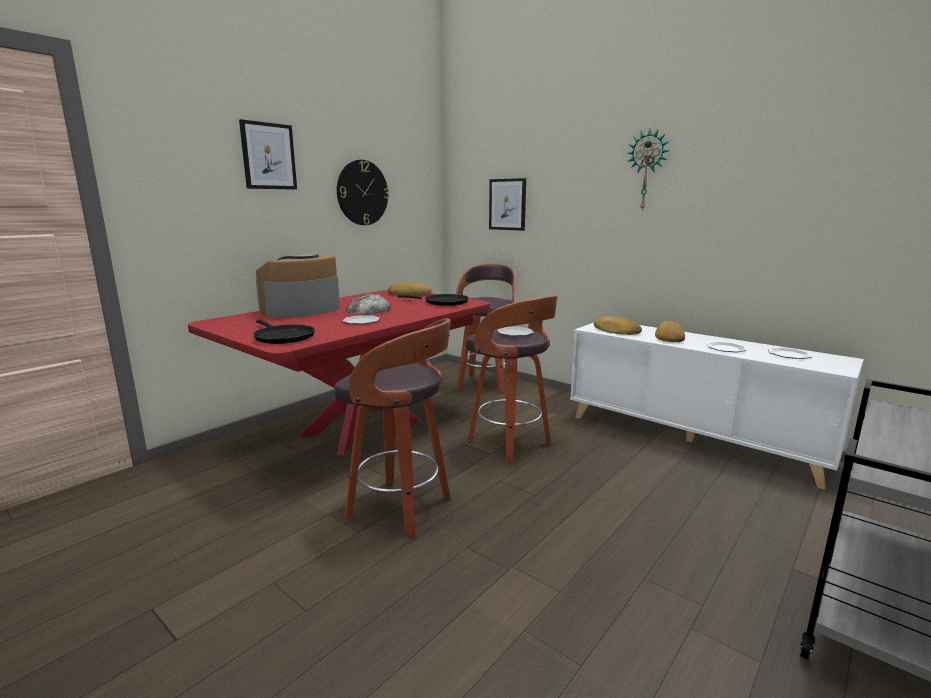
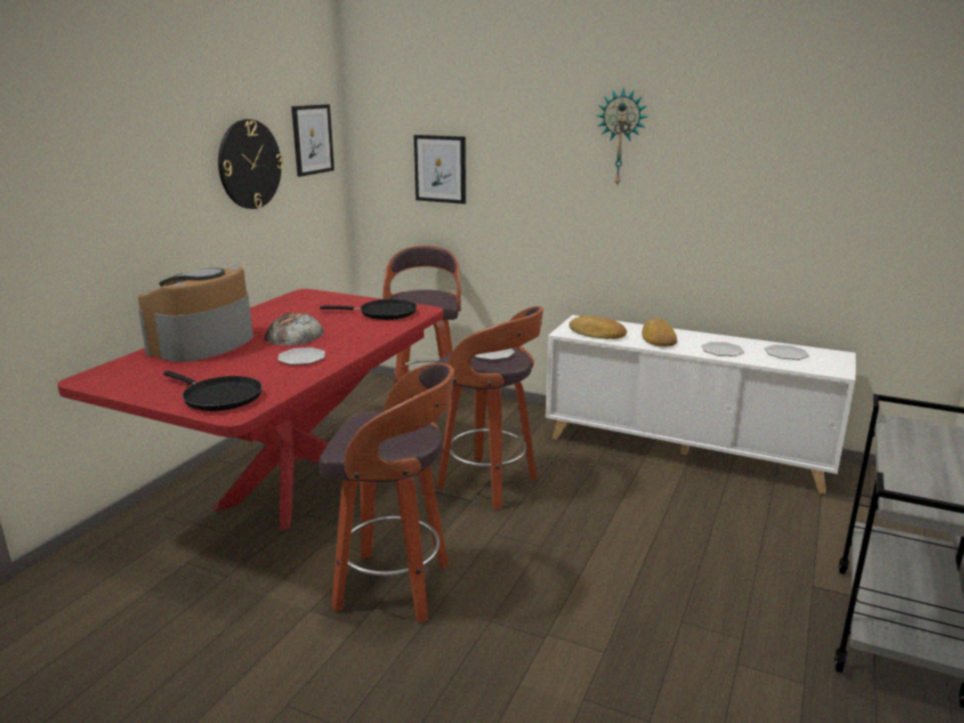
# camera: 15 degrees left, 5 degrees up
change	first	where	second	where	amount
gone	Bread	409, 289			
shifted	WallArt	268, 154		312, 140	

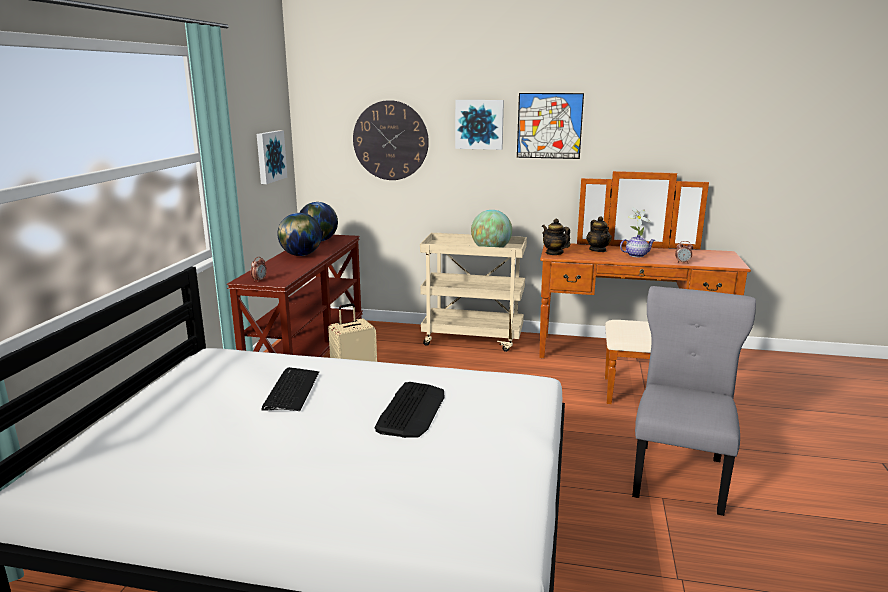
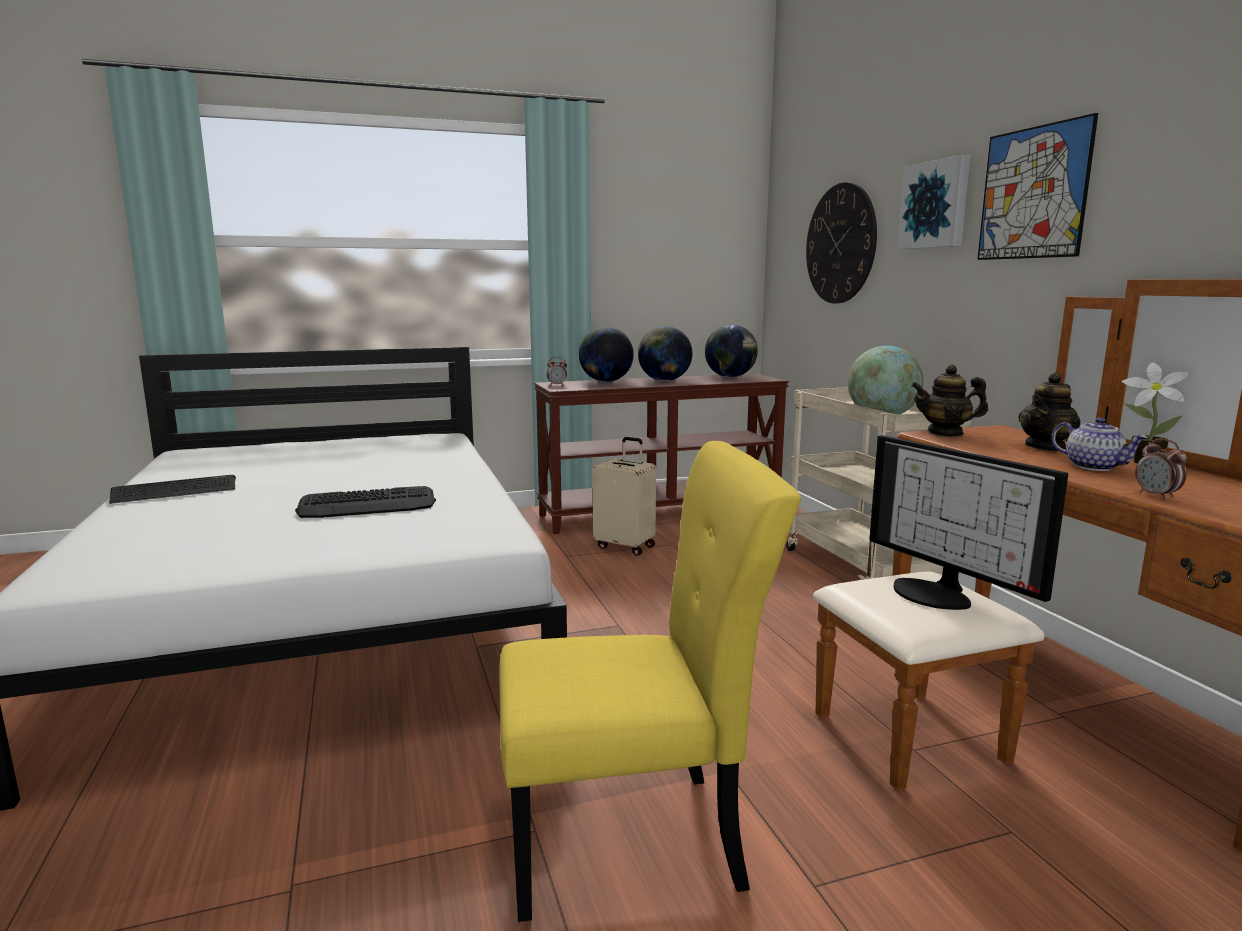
# camera: 60 degrees right, 5 degrees down
change	first	where	second	where	amount
gone	WallArt	272, 157			
new			DeskGlobe	606, 354	
new			Monitor	968, 522	
shifted	PcKeyboard	290, 389		172, 489	
repainted	GrayChair	694, 401	YellowColouredChair	650, 681	
rotated	TeaPot	556, 237		949, 400	105 degrees counterclockwise

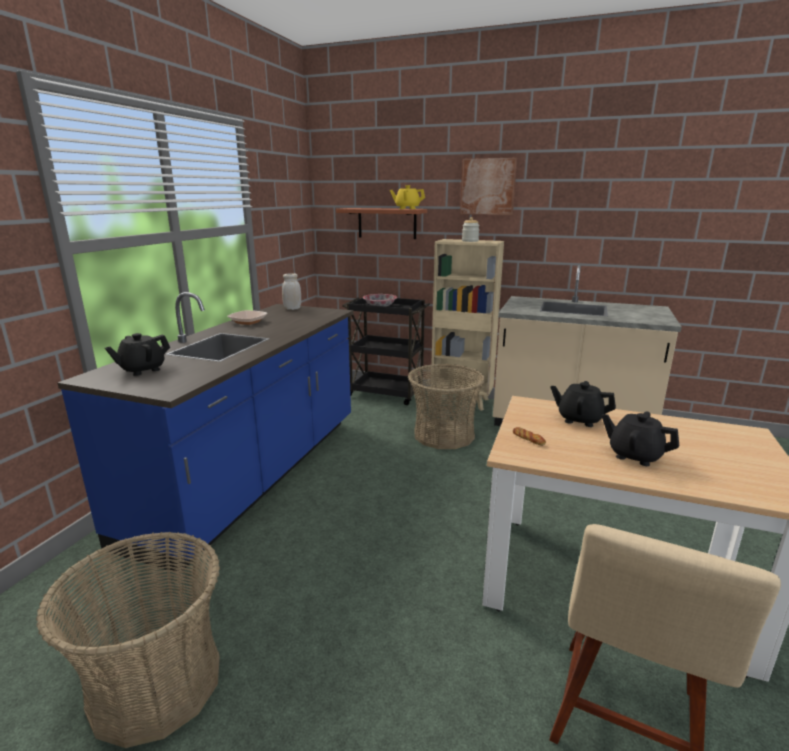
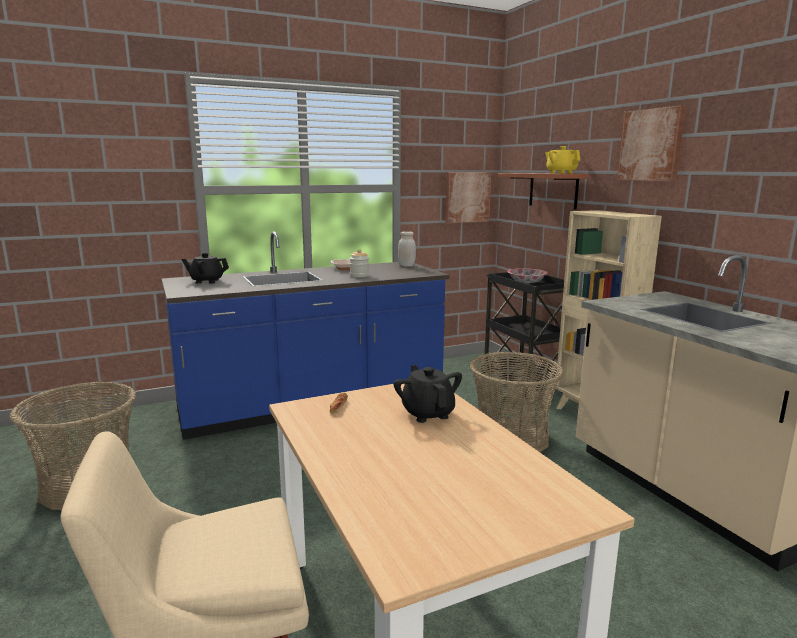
# camera: 45 degrees right, 5 degrees down
change	first	where	second	where	amount
gone	BlackTeaPot	640, 438			
new			WallArt	468, 197	
shifted	PreserveJar	471, 229		359, 263	

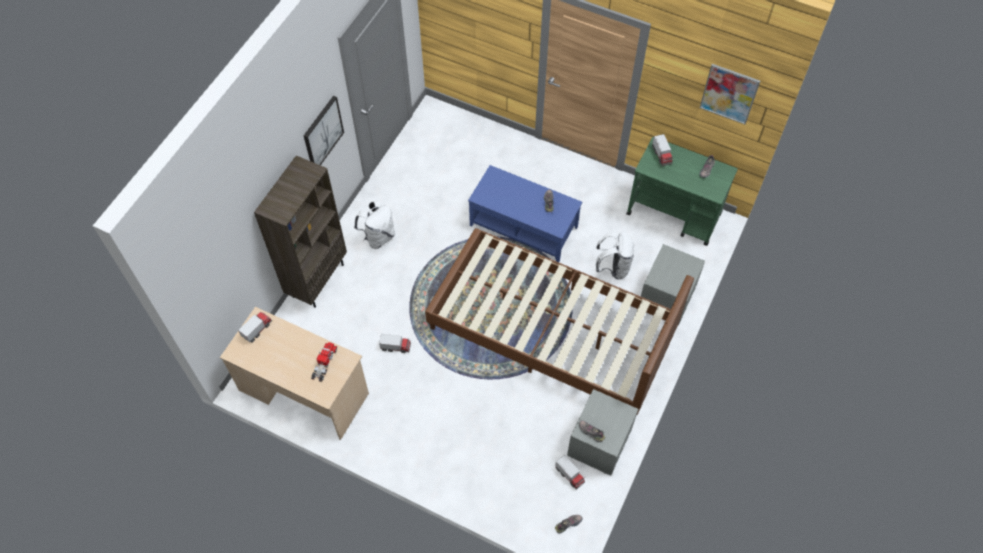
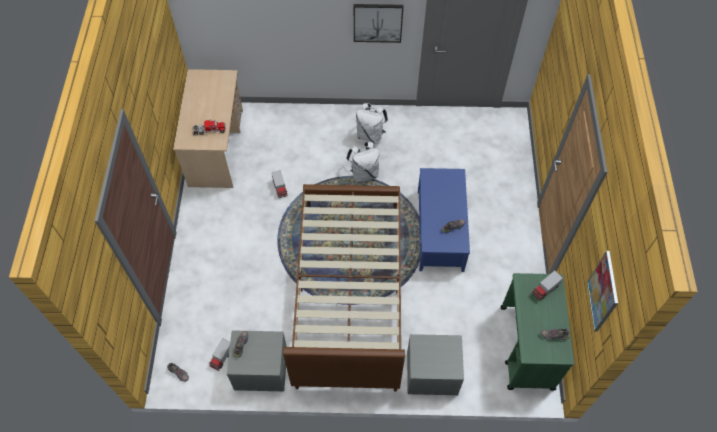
# camera: 65 degrees right, 0 degrees up
change	first	where	second	where	amount
gone	ToyLorry	255, 327			
gone	BrownColouredShelvingUnit	300, 231			
shifted	WhiteColouredBackpack	614, 255		362, 162	

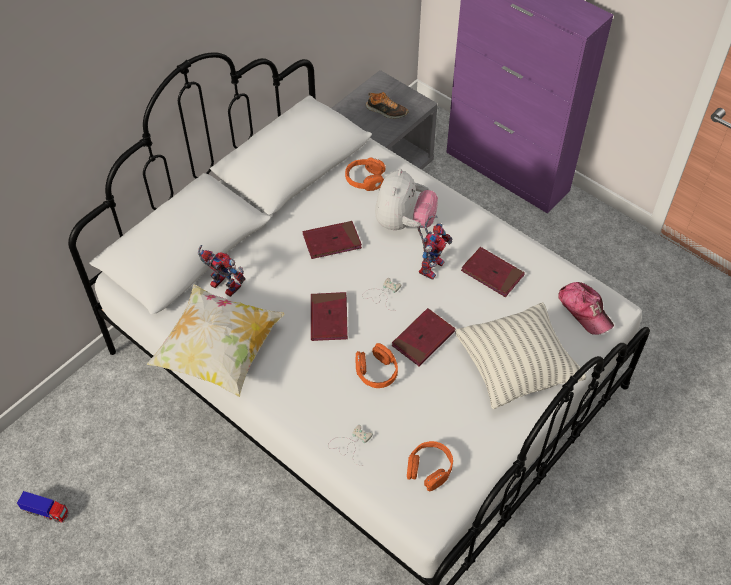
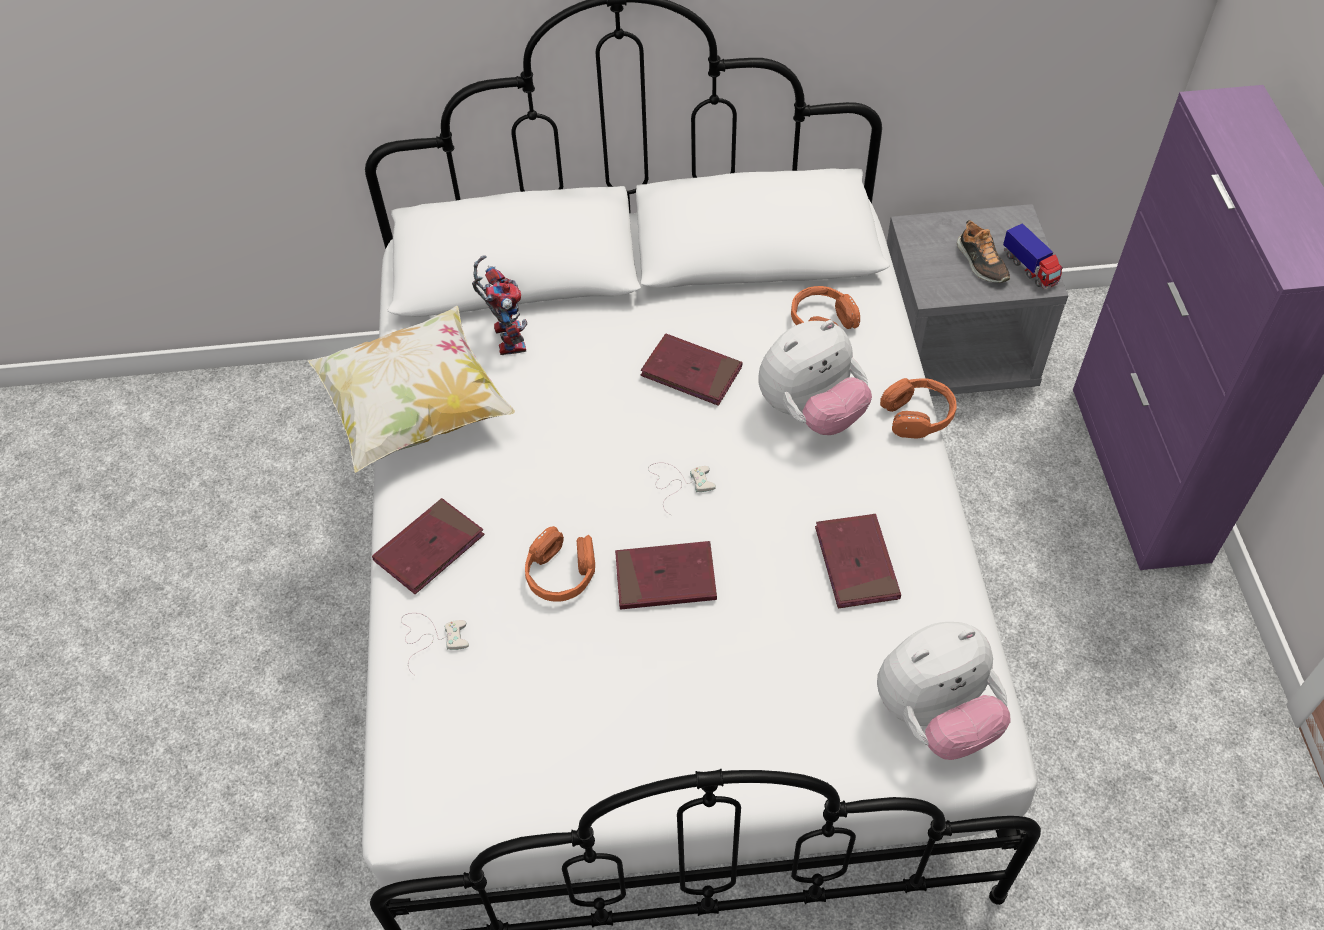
# camera: 45 degrees right, 0 degrees up
change	first	where	second	where	amount
gone	ToyRobot	435, 247			
gone	ThrowPillow	520, 355			
shifted	ToyLorry	43, 507		1033, 256	
shifted	ReddishVolume	329, 316		428, 546	
shifted	OrangeHeadphones	430, 466		918, 408	
swapped	PeakedCap	586, 308	PlushToy	943, 691	

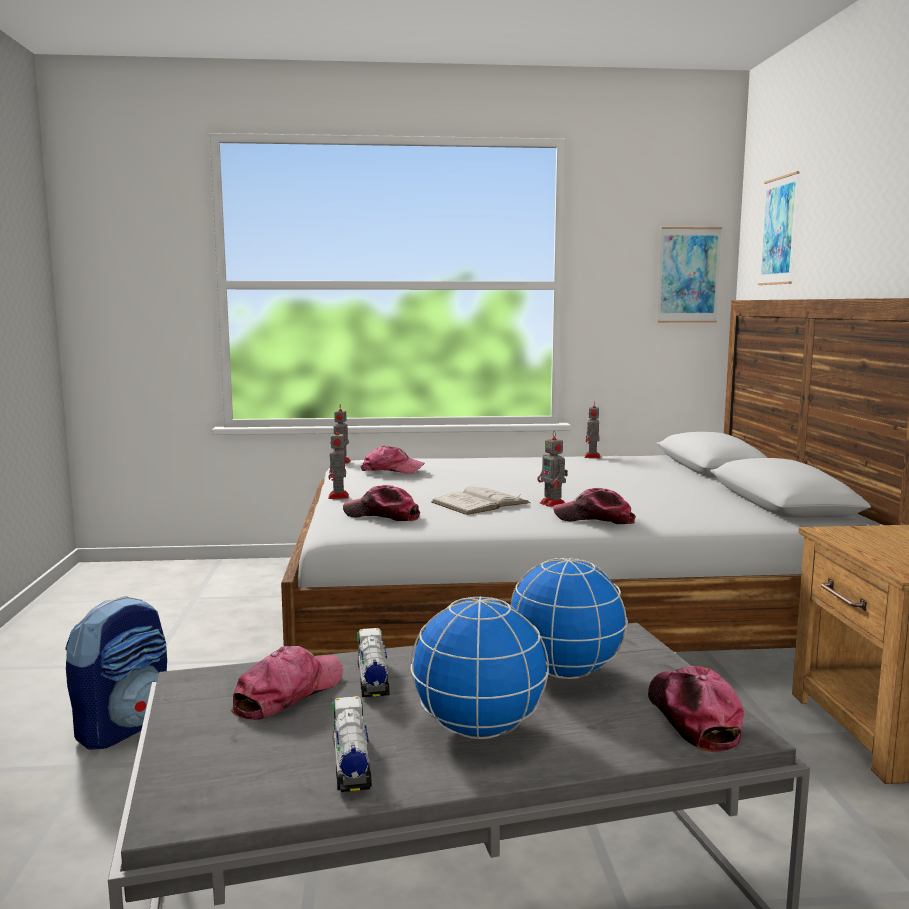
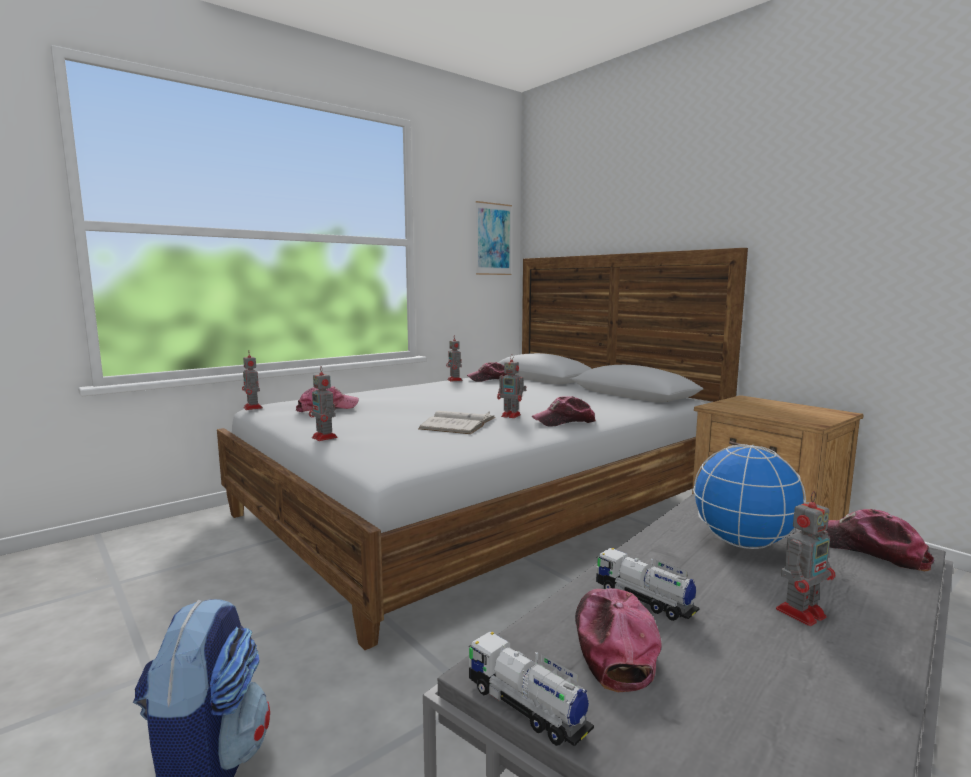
# camera: 35 degrees left, 0 degrees up
change	first	where	second	where	amount
gone	WallArt	778, 228			
shifted	ToyLorry	352, 744		531, 688	
shifted	PeakedCap	381, 503		487, 372	
swapped	DeskGlobe	480, 667	ToyRobot	805, 558	

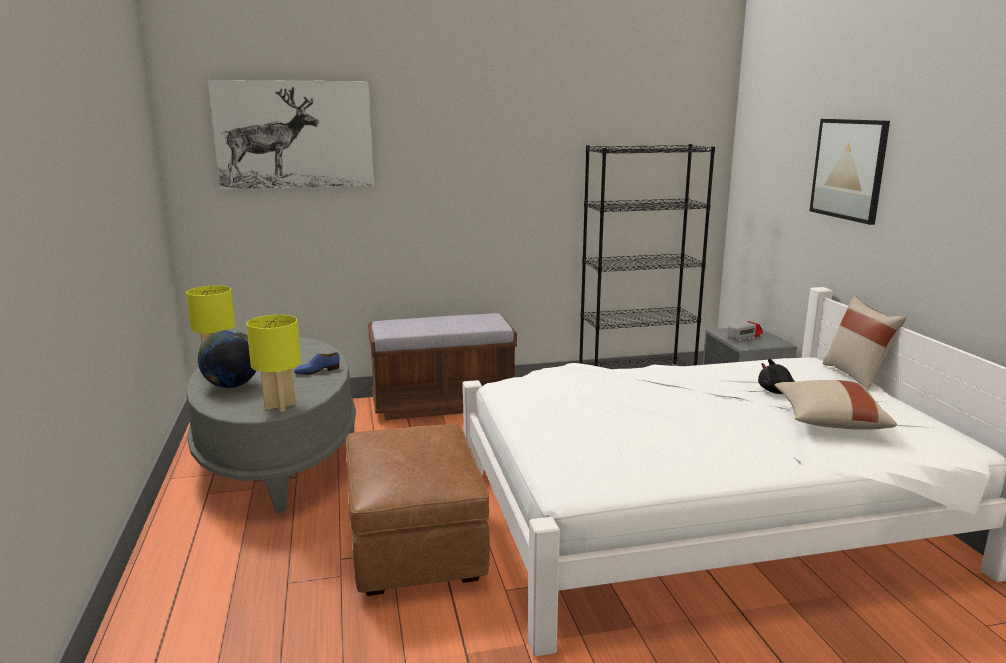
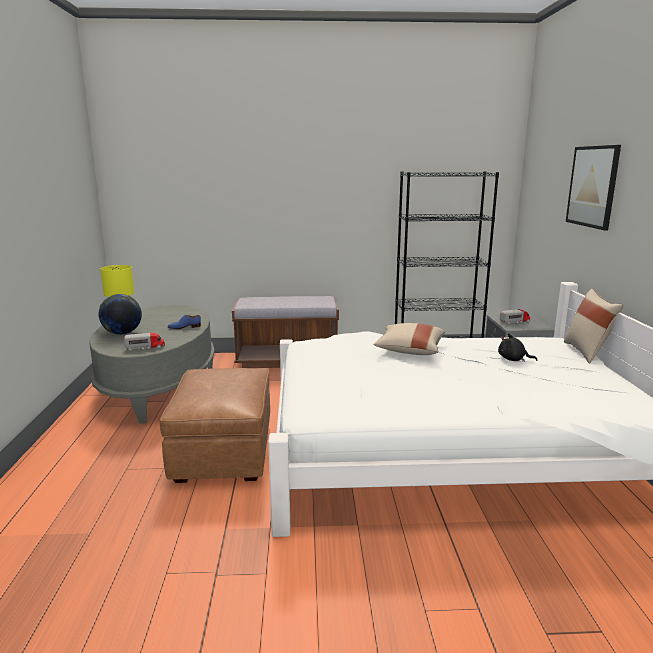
# camera: 10 degrees right, 0 degrees up
change	first	where	second	where	amount
gone	WallArt	291, 135			
shifted	BeigeColouredThrowPillow	836, 405		409, 339	
swapped	YellowColouredLampForATable	273, 363	ToyLorry	144, 341	

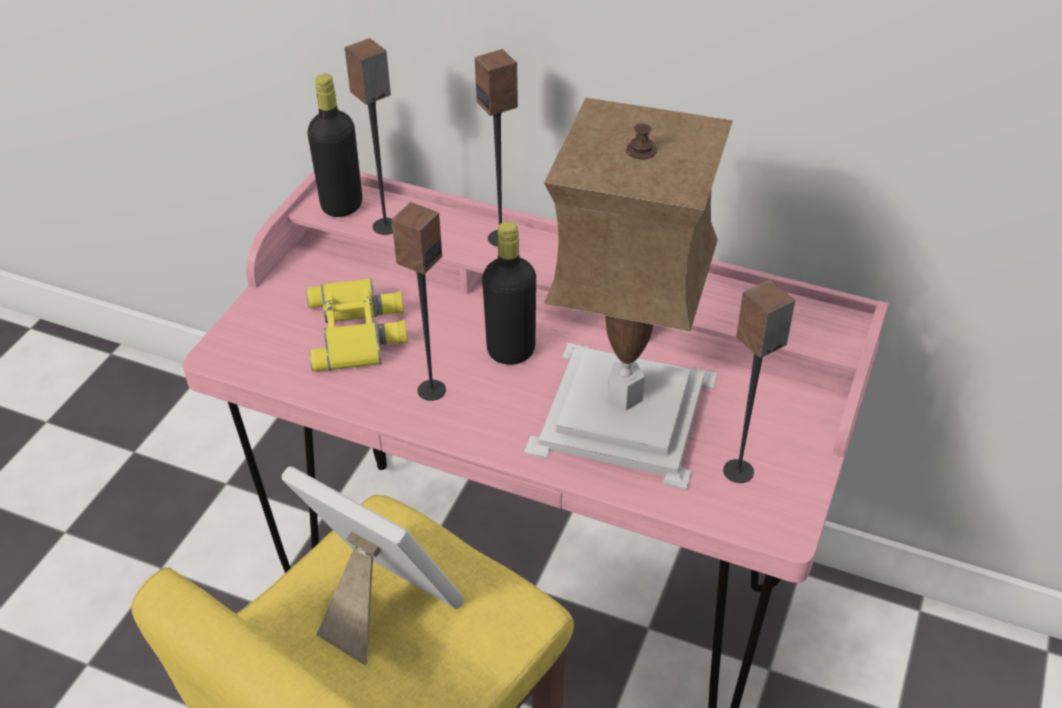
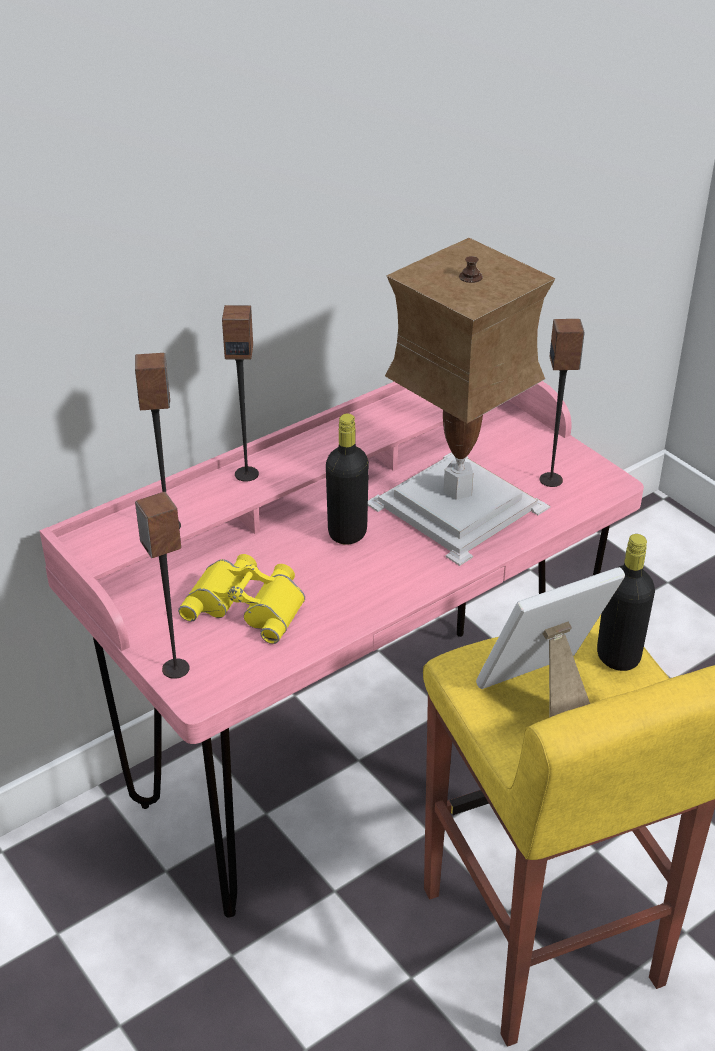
# camera: 60 degrees left, 5 degrees down
change	first	where	second	where	amount
shifted	BlackBeverageBottle	335, 145		626, 602	
shifted	Speaker	418, 301		162, 585	

